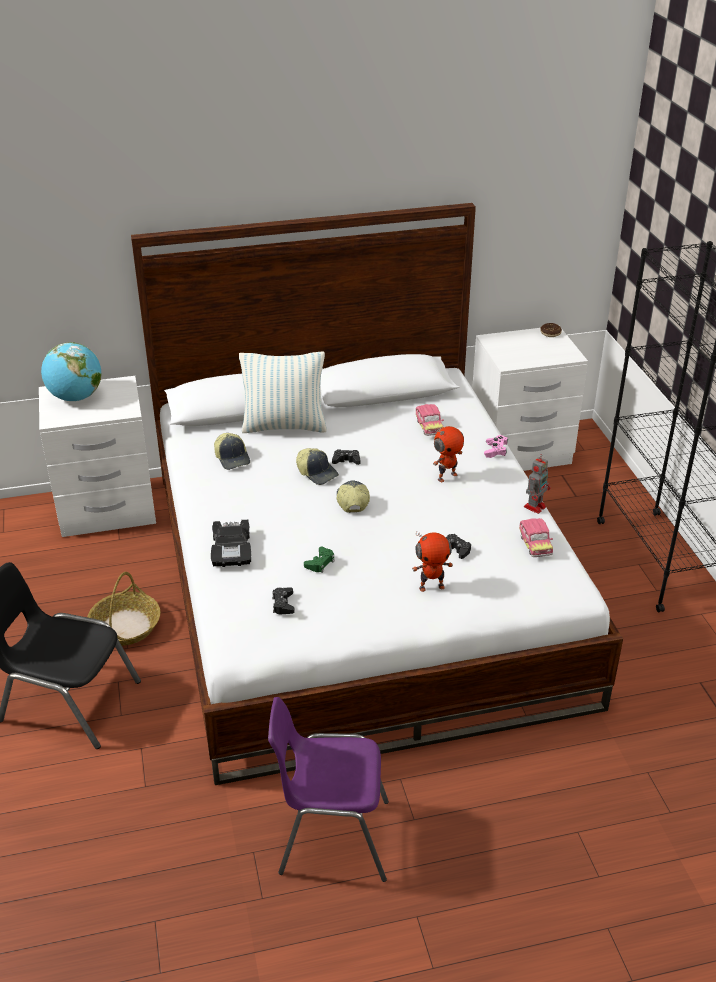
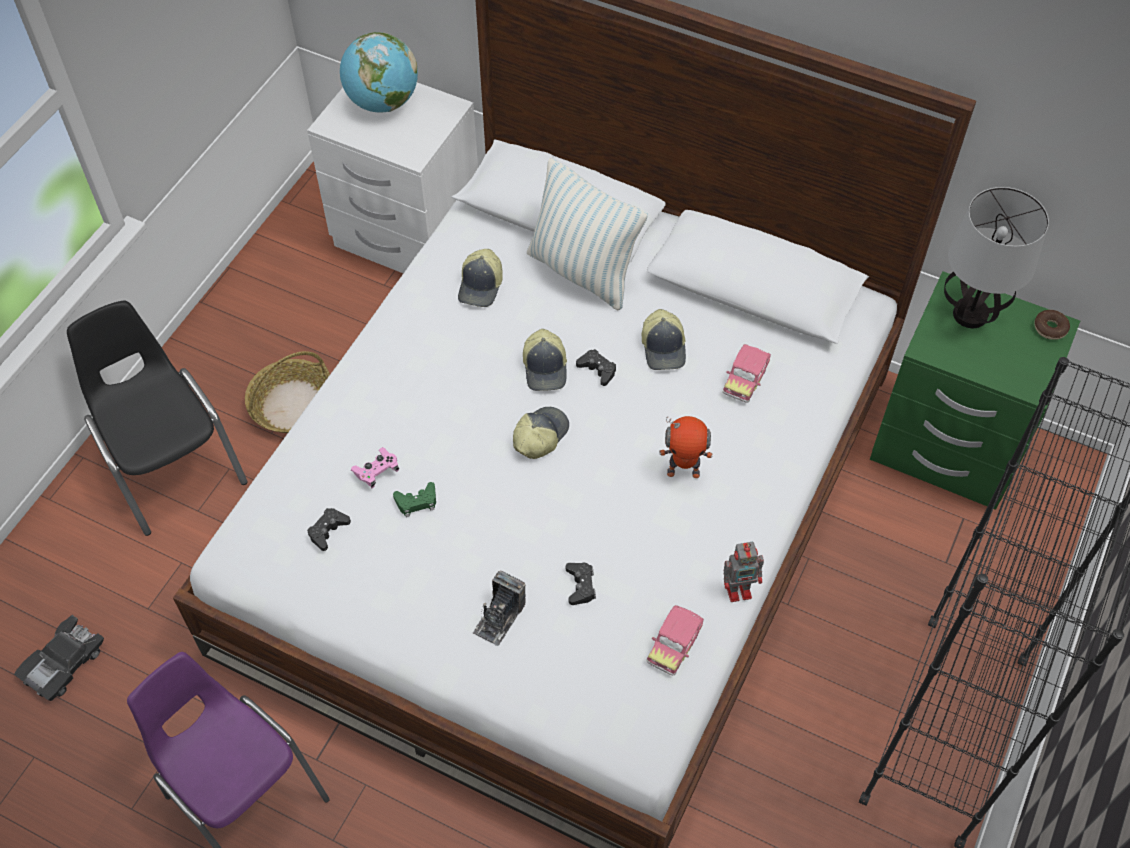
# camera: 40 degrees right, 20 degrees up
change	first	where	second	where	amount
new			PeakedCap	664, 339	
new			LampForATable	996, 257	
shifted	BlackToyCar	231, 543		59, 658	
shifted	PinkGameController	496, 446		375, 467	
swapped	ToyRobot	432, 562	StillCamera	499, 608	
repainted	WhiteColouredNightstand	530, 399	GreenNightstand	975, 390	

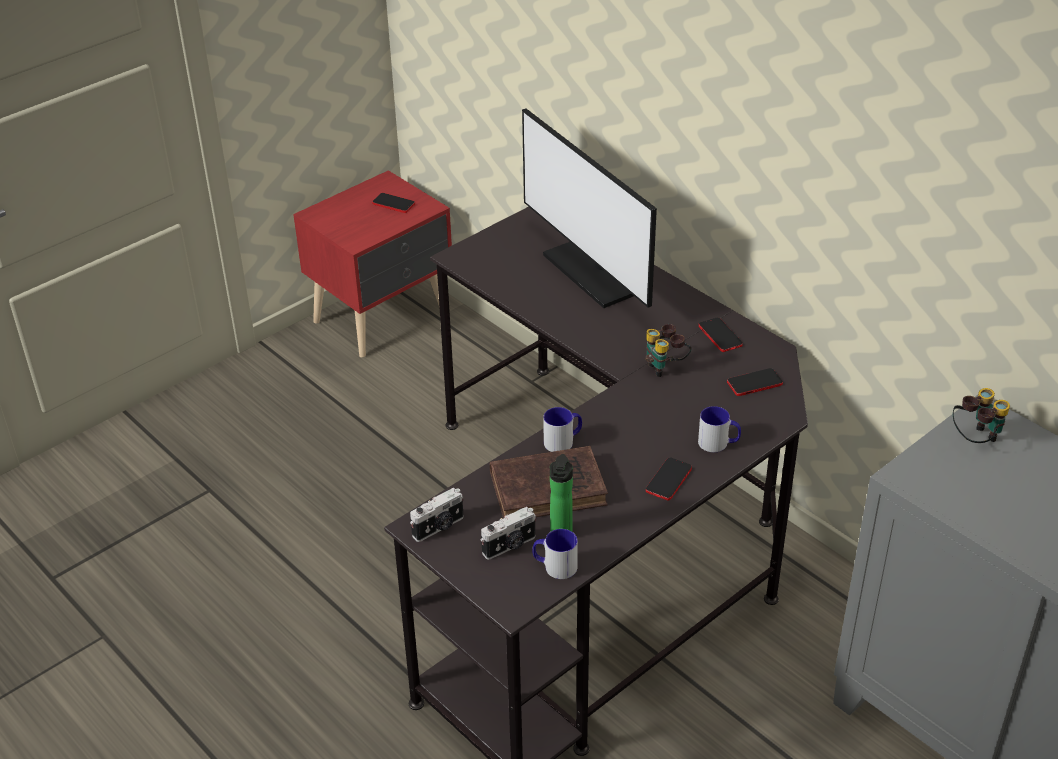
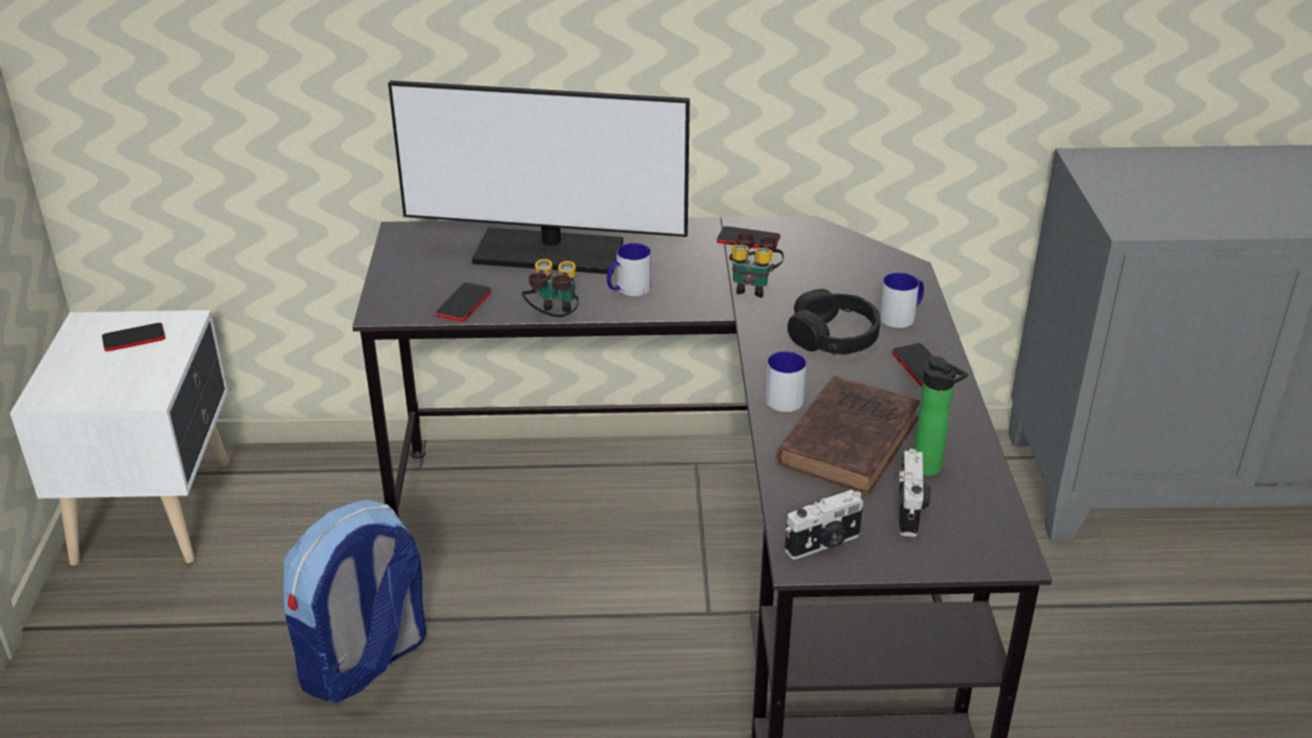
# camera: 50 degrees left, 5 degrees down
change	first	where	second	where	amount
new			Backpack	355, 601	
new			BlackHeadphones	834, 321	
shifted	TeaMug	555, 554		629, 269	
shifted	Telephone	755, 382		463, 302	
shifted	Binoculars	981, 415		550, 288	
repainted	ReddishNightstand	372, 264	WhiteColouredNightstand	119, 438	
rotated	StillCamera	437, 515		824, 524	60 degrees clockwise

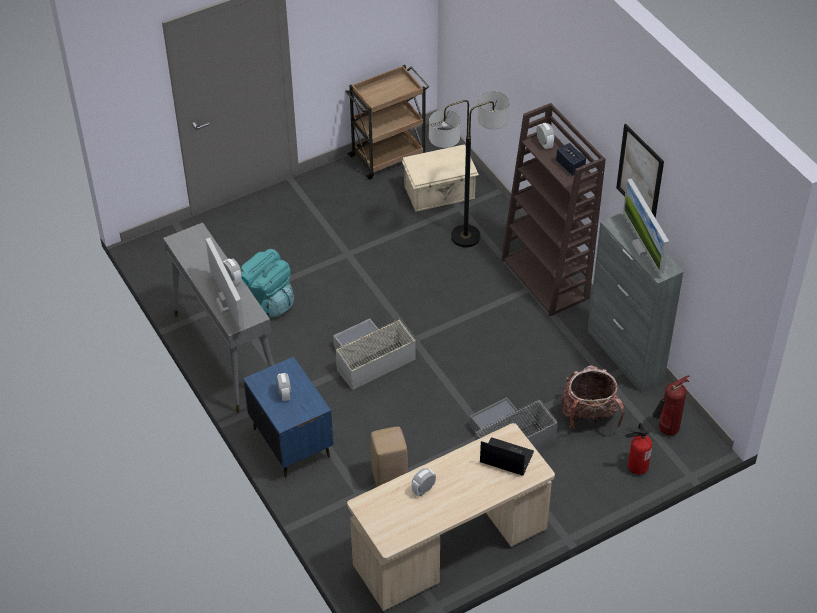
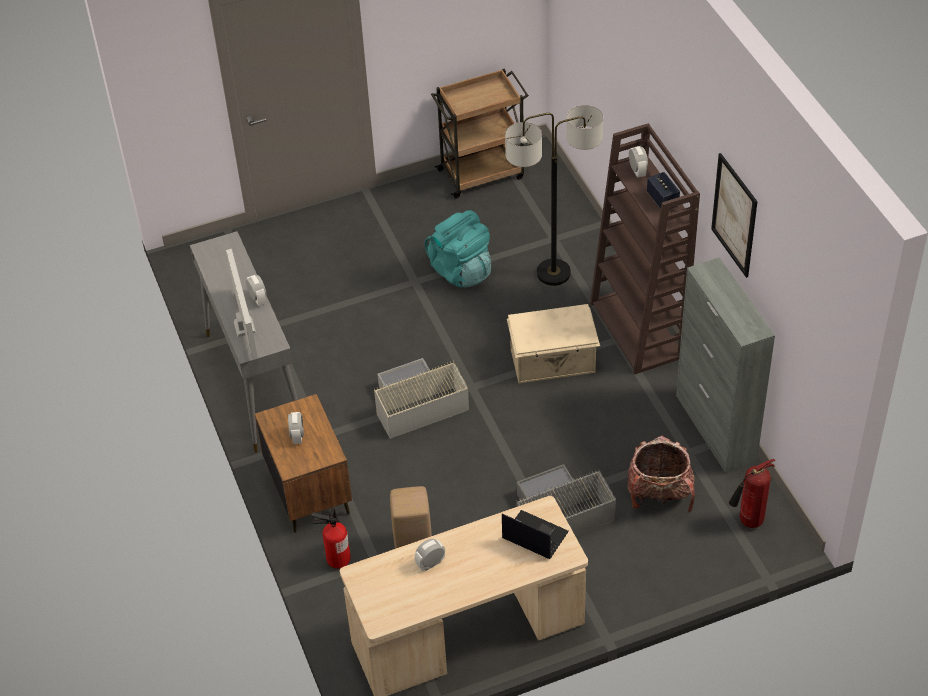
# camera: 10 degrees right, 0 degrees up
change	first	where	second	where	amount
gone	Monitor	646, 226			
shifted	BlueGreenBackpack	267, 283		458, 249	
shifted	BeigeColouredStorageBin	440, 178		553, 343	
shifted	Extinguisher	638, 449		331, 538	
repainted	BluishNightstand	288, 417	BrownColouredNightstand	303, 463	

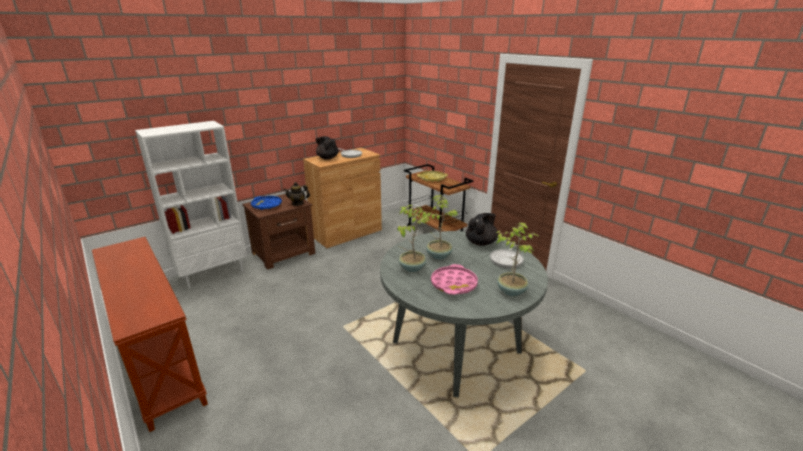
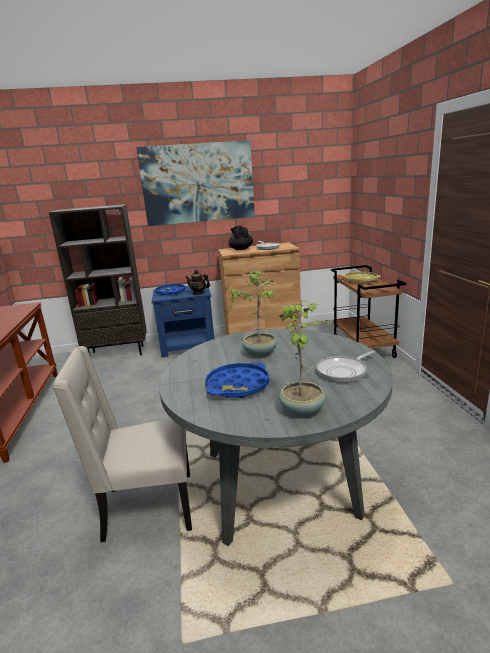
# camera: 30 degrees right, 5 degrees down
change	first	where	second	where	amount
gone	Houseplant	413, 238			
gone	BlackTeaPot	482, 229			
new			BeigeColouredChair	122, 444	
new			WallArt	195, 183	
repainted	WhiteColouredShelvingUnit	191, 205	BrownColouredShelvingUnit	98, 279	
repainted	BrownColouredNightstand	278, 232	BluishNightstand	183, 320	
repainted	PinkTray	454, 279	BluishTray	237, 380	

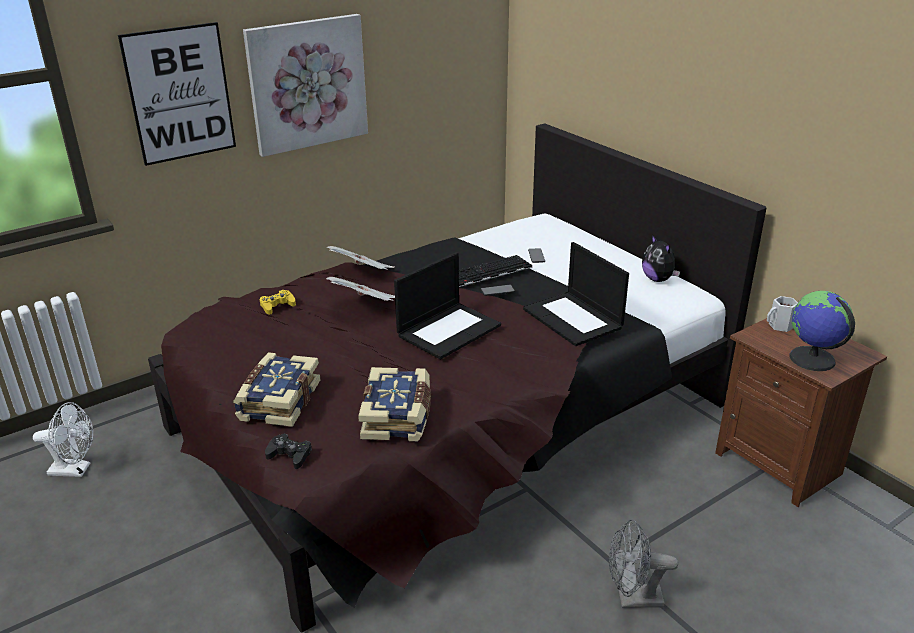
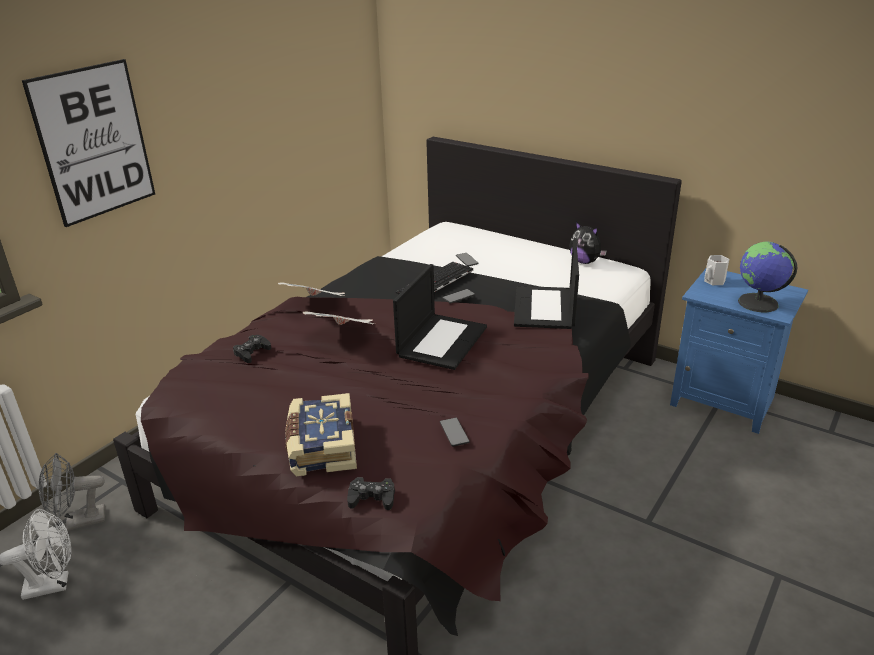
# camera: 20 degrees left, 0 degrees up
change	first	where	second	where	amount
gone	WallArt	305, 85			
shifted	GrayElectricFan	643, 563		72, 492	
swapped	Volume	394, 404	Telephone	455, 432	
repainted	YellowColouredGameController	278, 302	BlackGameController	252, 349	
repainted	BrownColouredNightstand	801, 412	BluishNightstand	739, 351	
rotated	NotebookComputer	576, 294		546, 284	60 degrees clockwise

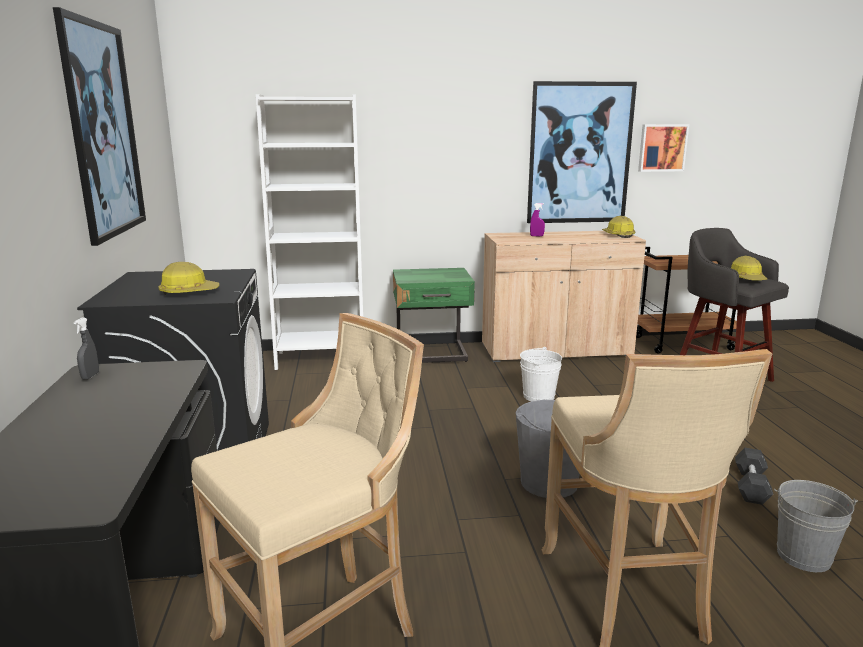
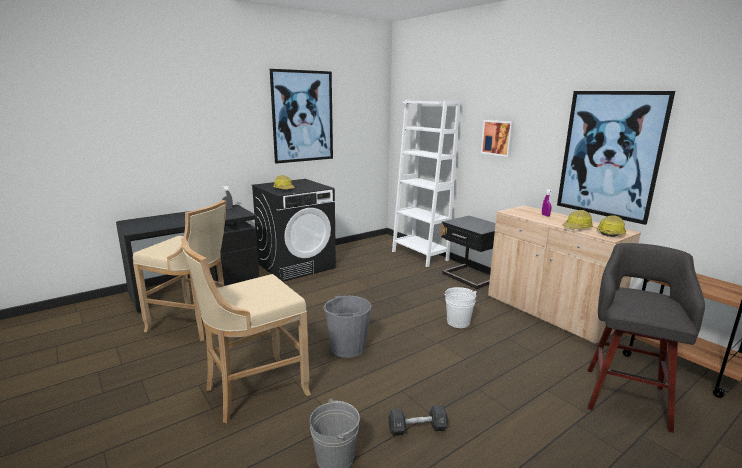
# camera: 60 degrees right, 0 degrees up
change	first	where	second	where	amount
shifted	WallArt	663, 148		497, 138	
shifted	SafetyHelmet	749, 268		577, 219	
repainted	GreenNightstand	434, 315	BlackNightstand	468, 253	

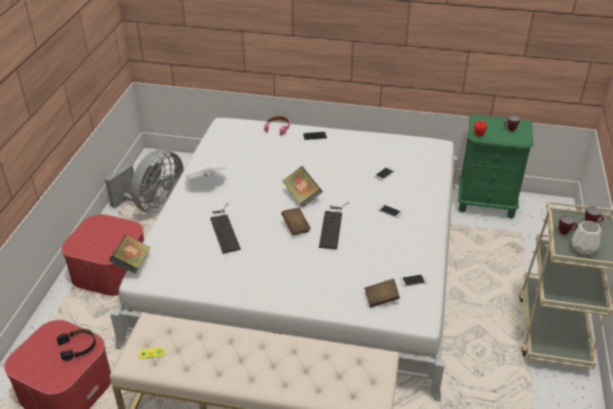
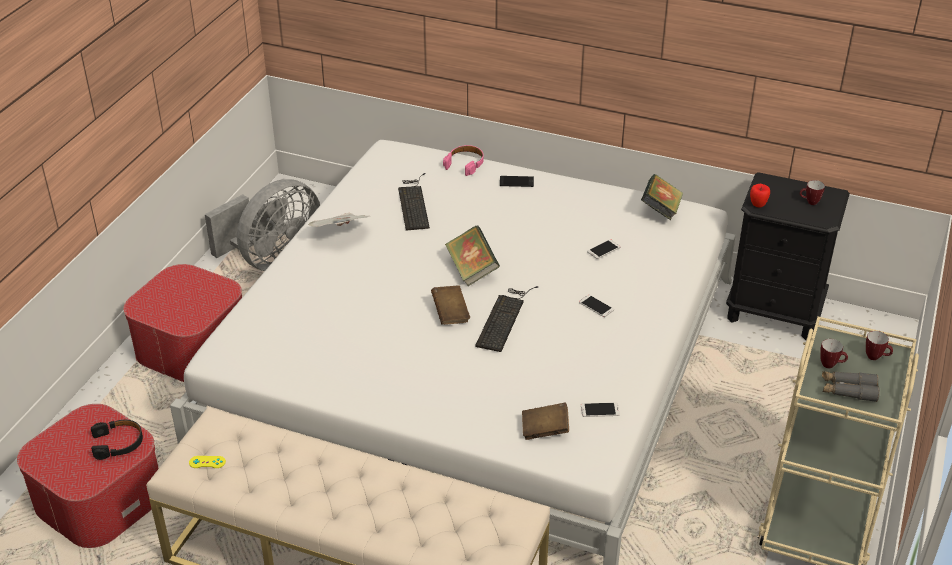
# camera: 10 degrees right, 0 degrees up
change	first	where	second	where	amount
shifted	Volume	130, 254		662, 197	
shifted	PcKeyboard	225, 228		414, 202	
swapped	WhiteColouredDecorativeVase	586, 238	GrayBinoculars	851, 386	
repainted	GreenNightstand	495, 166	BlackNightstand	788, 256	

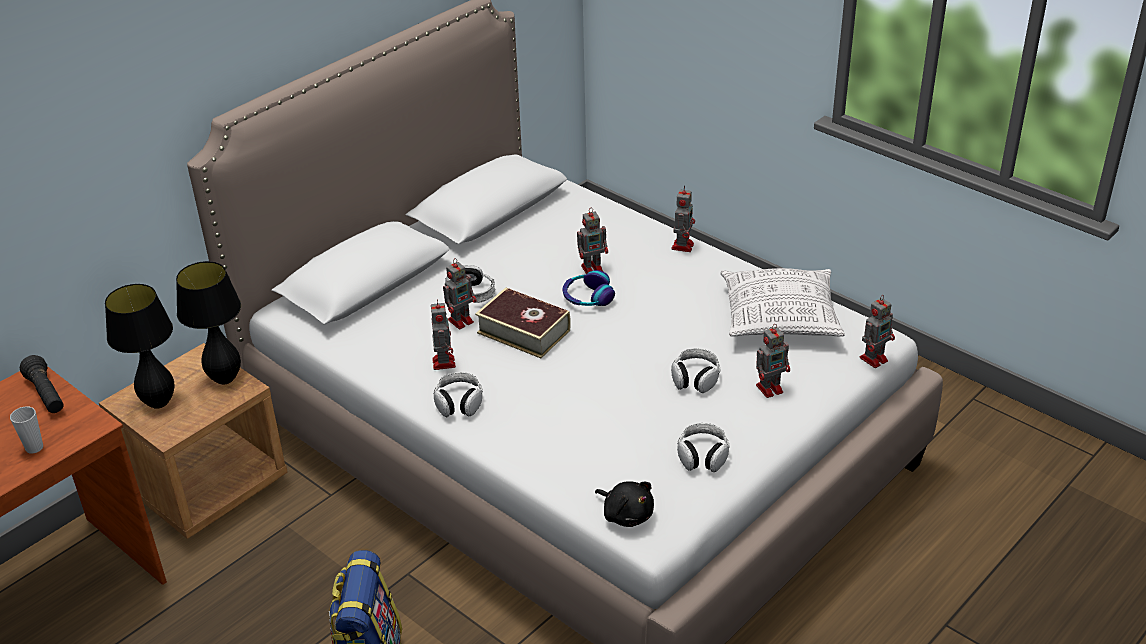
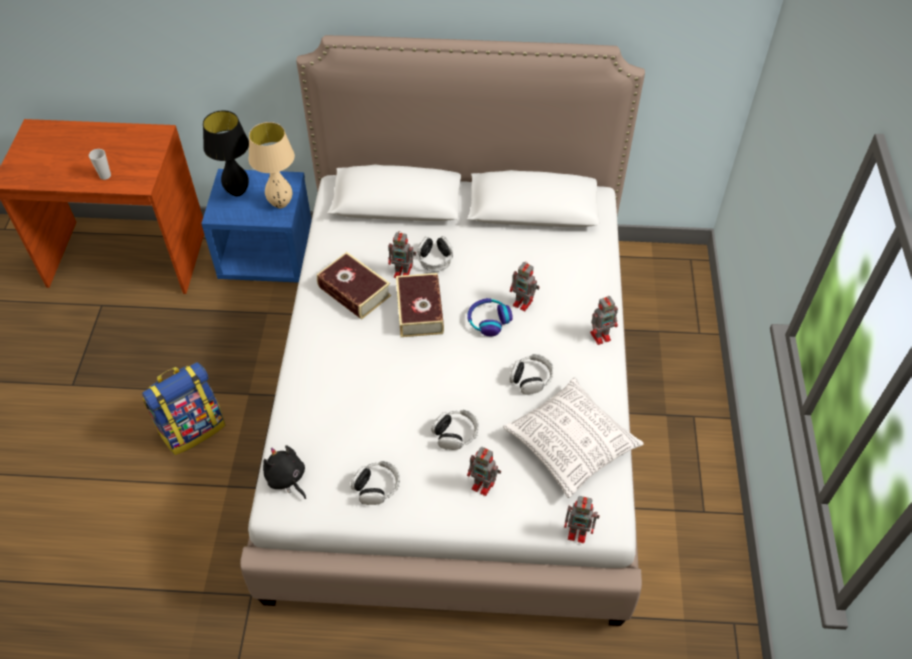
# camera: 50 degrees right, 15 degrees up
change	first	where	second	where	amount
gone	BlackFlashlight	42, 384			
shifted	Headphones	458, 394		531, 374	
swapped	ToyRobot	443, 335	Volume	354, 286	
repainted	BrownColouredNightstand	193, 441	BluishNightstand	256, 226	
repainted	BlackLampForATable	208, 322	BeigeColouredLampForATable	271, 165	
rotated	BlackPlushToy	624, 504		284, 472	135 degrees clockwise

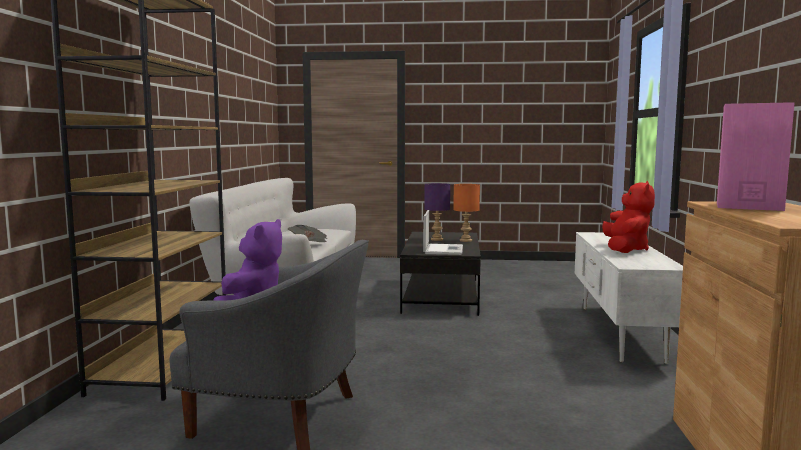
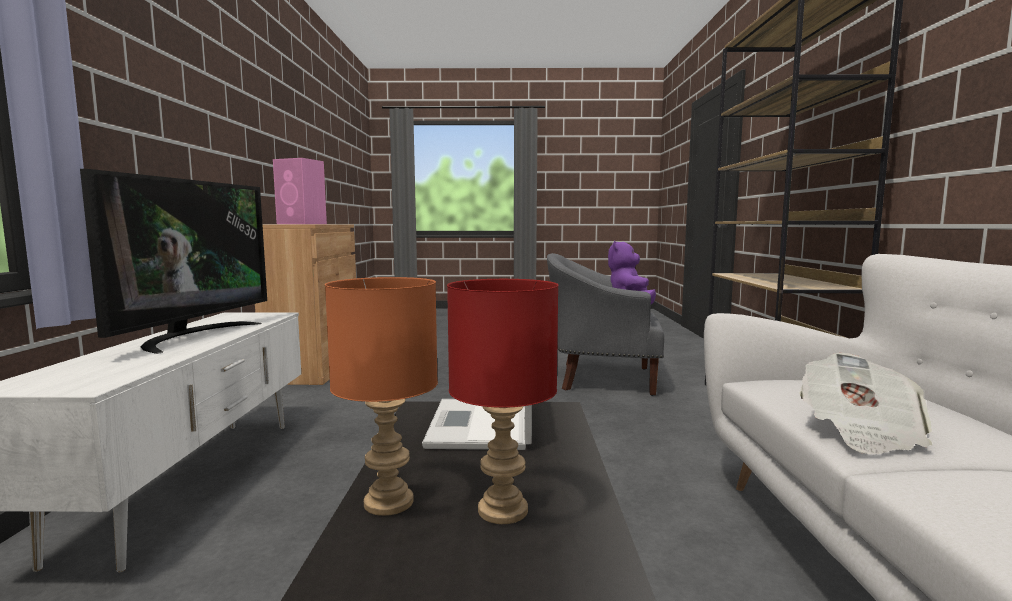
# camera: 175 degrees right, 0 degrees up
change	first	where	second	where	amount
swapped	ReddishPlushToy	628, 217	Tv	173, 261	
repainted	PurpleLampForATable	437, 212	ReddishLampForATable	503, 401	

